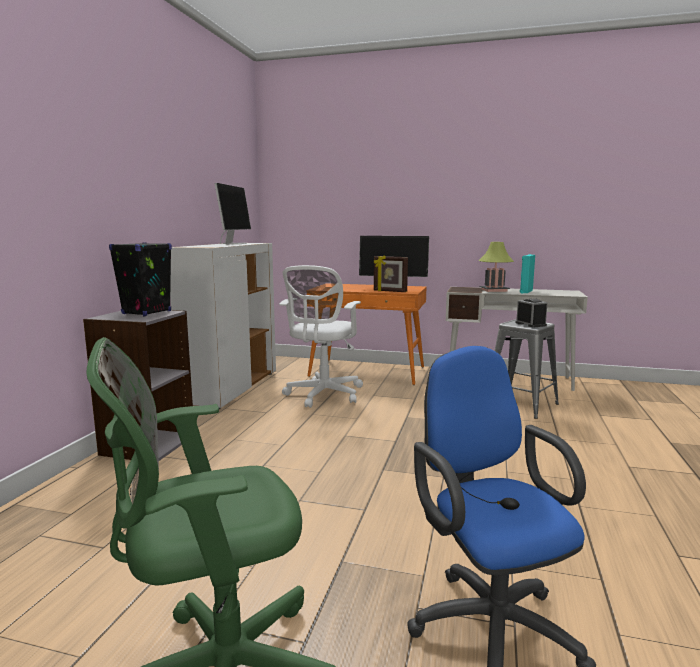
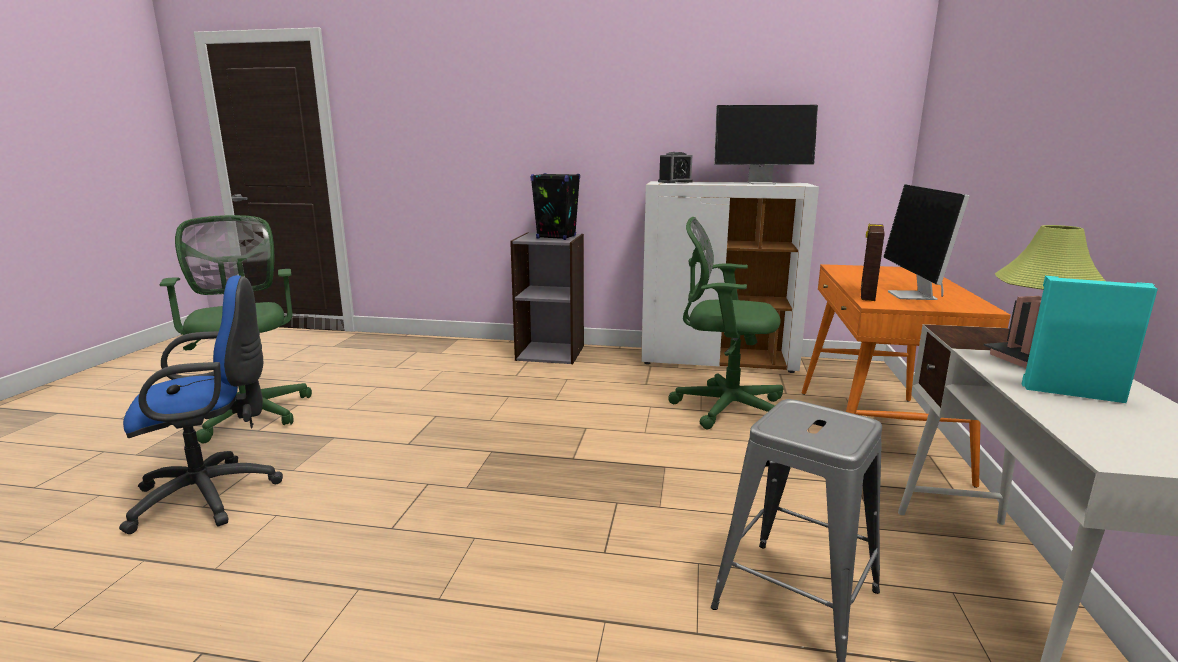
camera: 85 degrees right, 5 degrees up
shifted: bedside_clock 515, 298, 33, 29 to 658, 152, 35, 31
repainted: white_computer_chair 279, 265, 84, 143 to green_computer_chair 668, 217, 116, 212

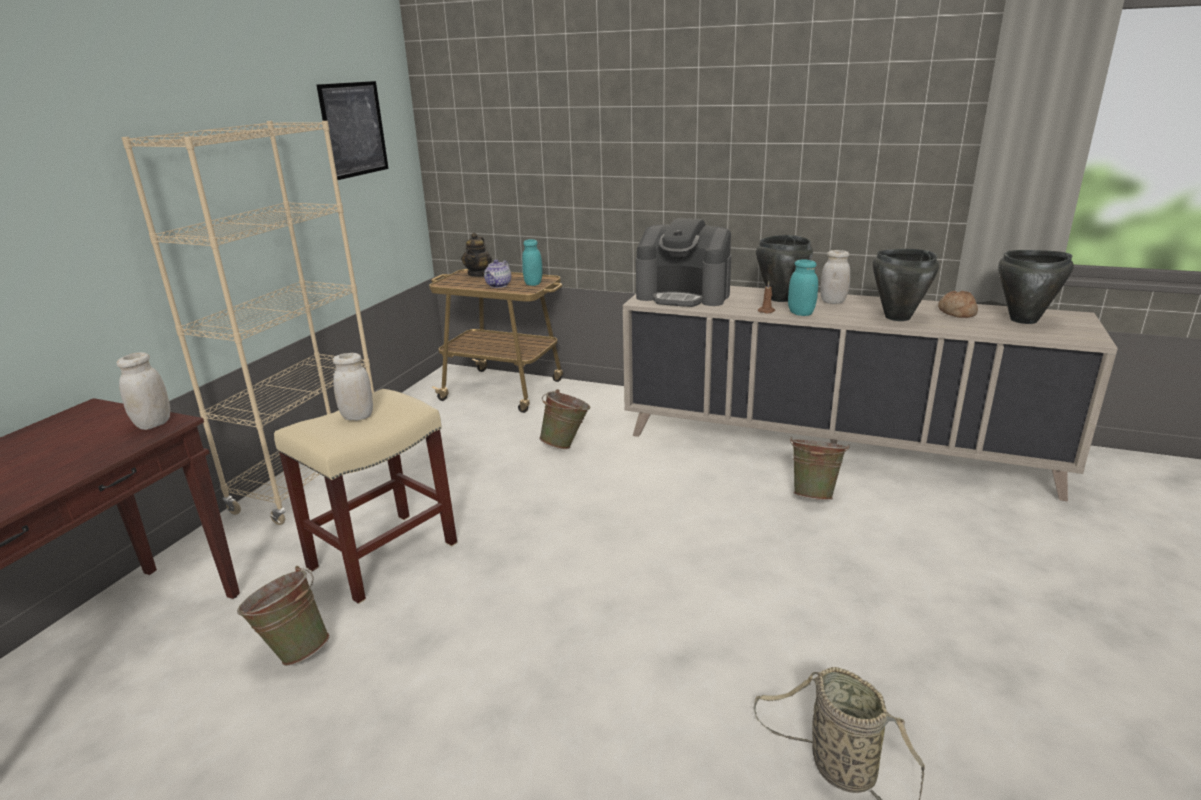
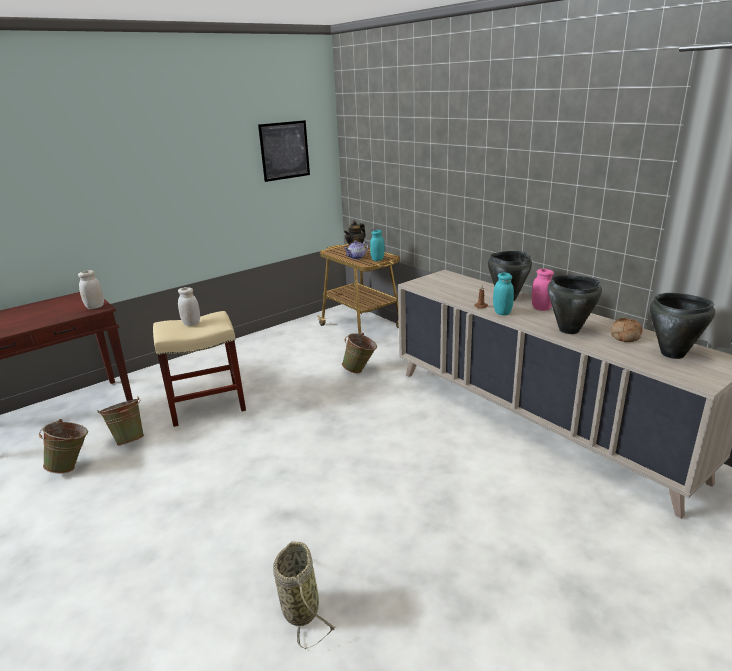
camera: 30 degrees right, 0 degrees up
gone: beige_shelving_unit 121, 121, 253, 404; coffee_brewer 636, 218, 96, 89
shifted: green_pail 790, 436, 59, 64 to 39, 419, 49, 54
repainted: white_jar 820, 250, 30, 54 to pink_jar 532, 269, 22, 42

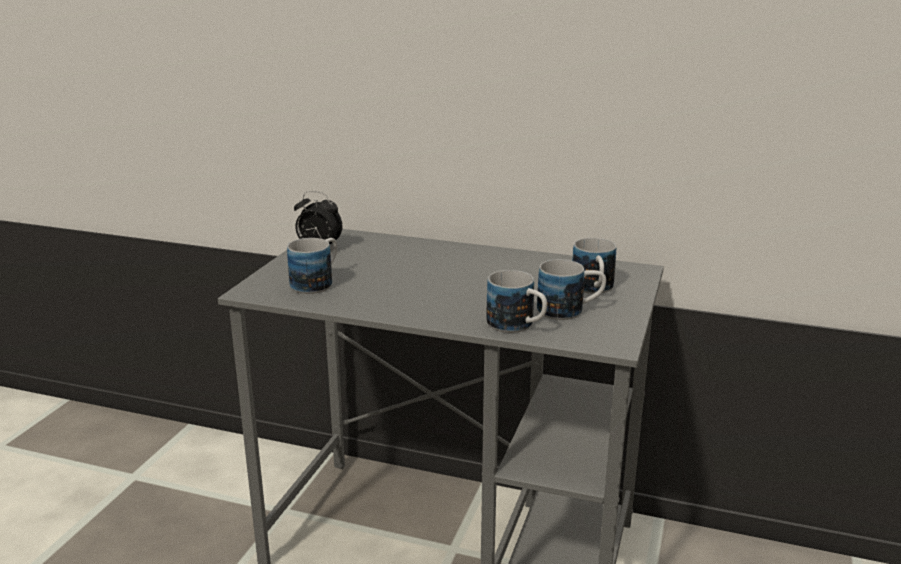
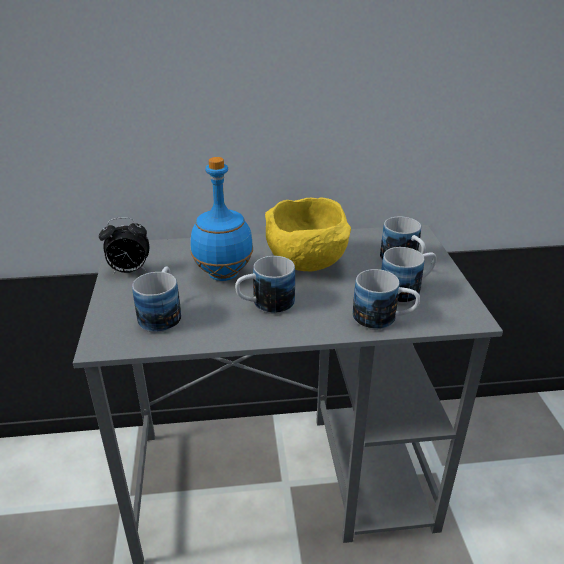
camera: 25 degrees left, 10 degrees up
new: blue-coloured_beverage_bottle 190, 157, 63, 124; yellow-coloured_bowl 265, 198, 86, 74; mug 235, 256, 60, 58

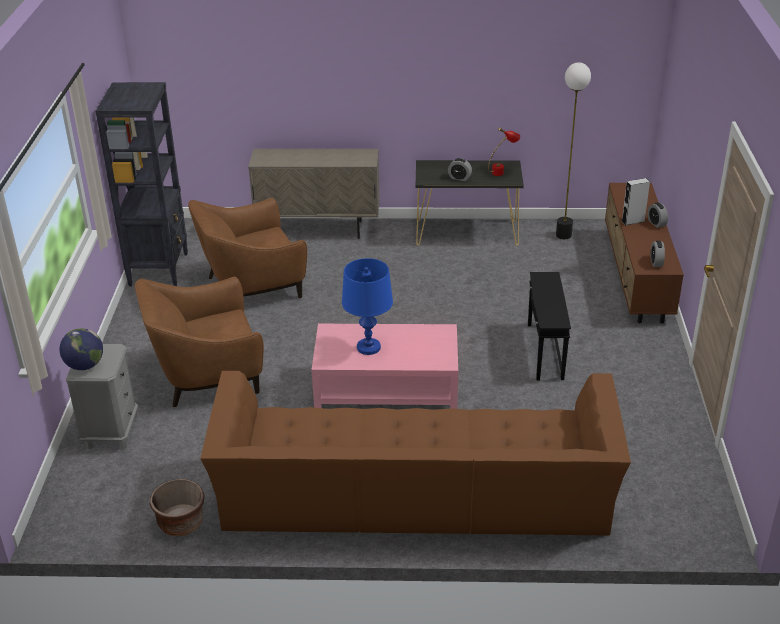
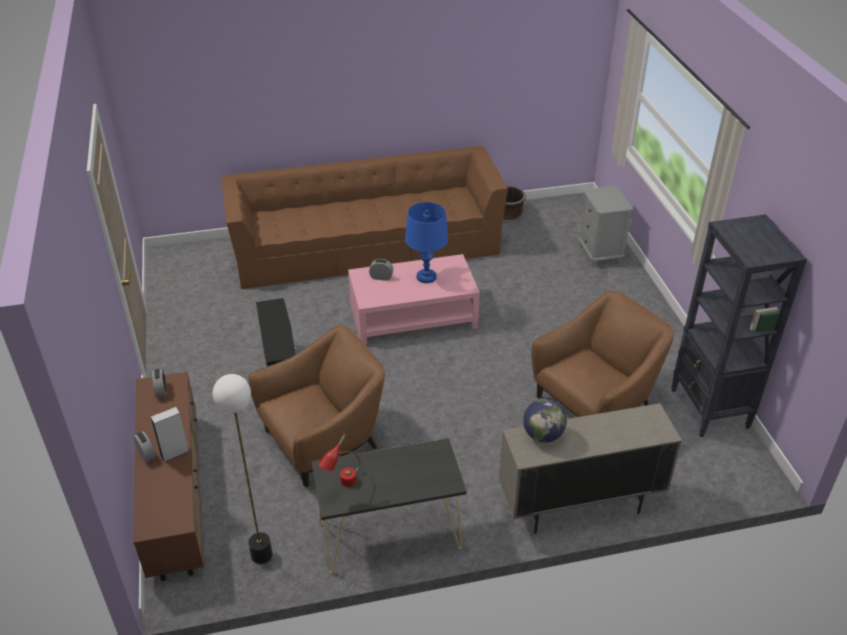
camera: 165 degrees right, 5 degrees up
shifted: bedside_clock 448, 158, 24, 23 to 369, 259, 24, 22; brown-coloured_lounge_chair 135, 277, 129, 130 to 248, 325, 137, 162; desk_globe 59, 328, 44, 42 to 523, 399, 44, 44

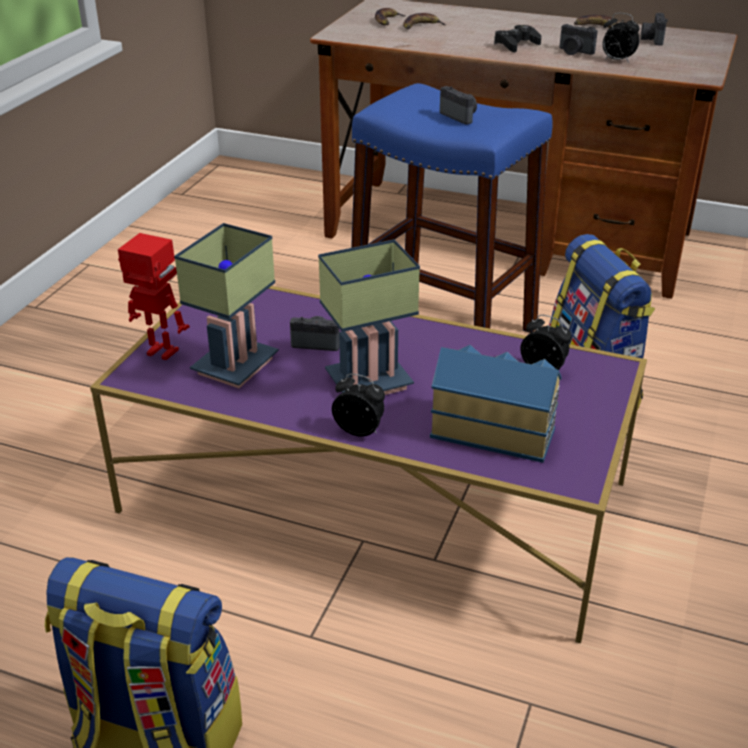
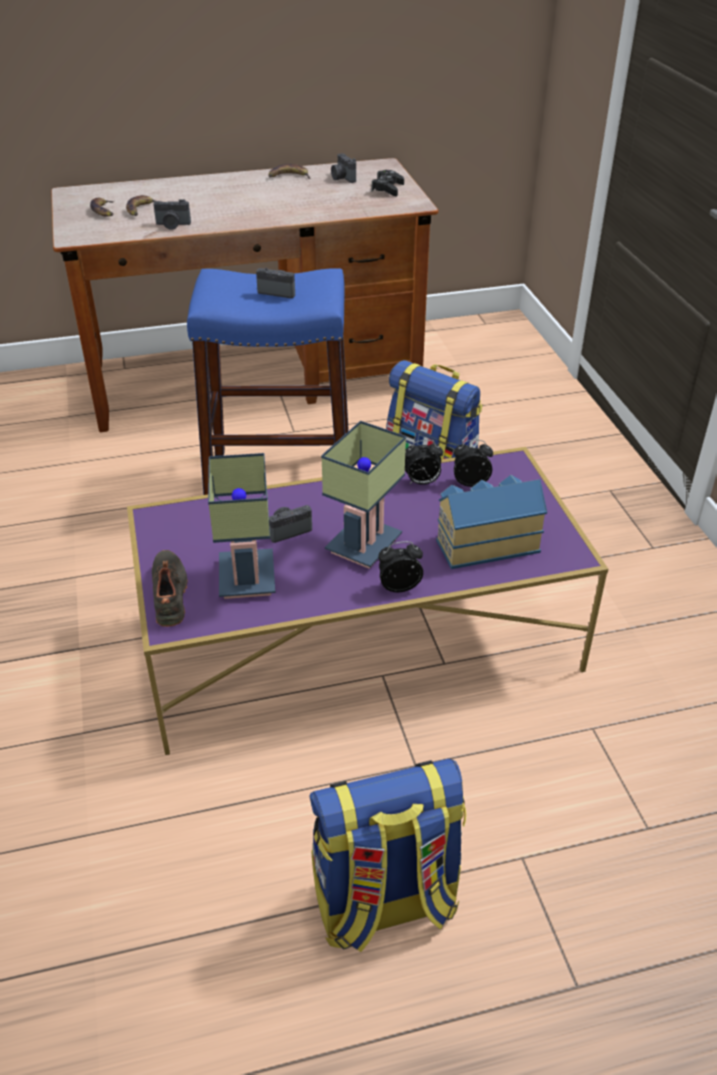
camera: 35 degrees left, 5 degrees up
shifted: bedside_clock 602, 13, 38, 50 to 405, 440, 38, 45; still_camera 559, 24, 39, 31 to 154, 199, 37, 31; black-coloured_joypad 494, 25, 47, 27 to 371, 170, 33, 26
swapped: toy_robot 118, 233, 72, 127 to black-coloured_item_of_footwear 152, 550, 36, 77

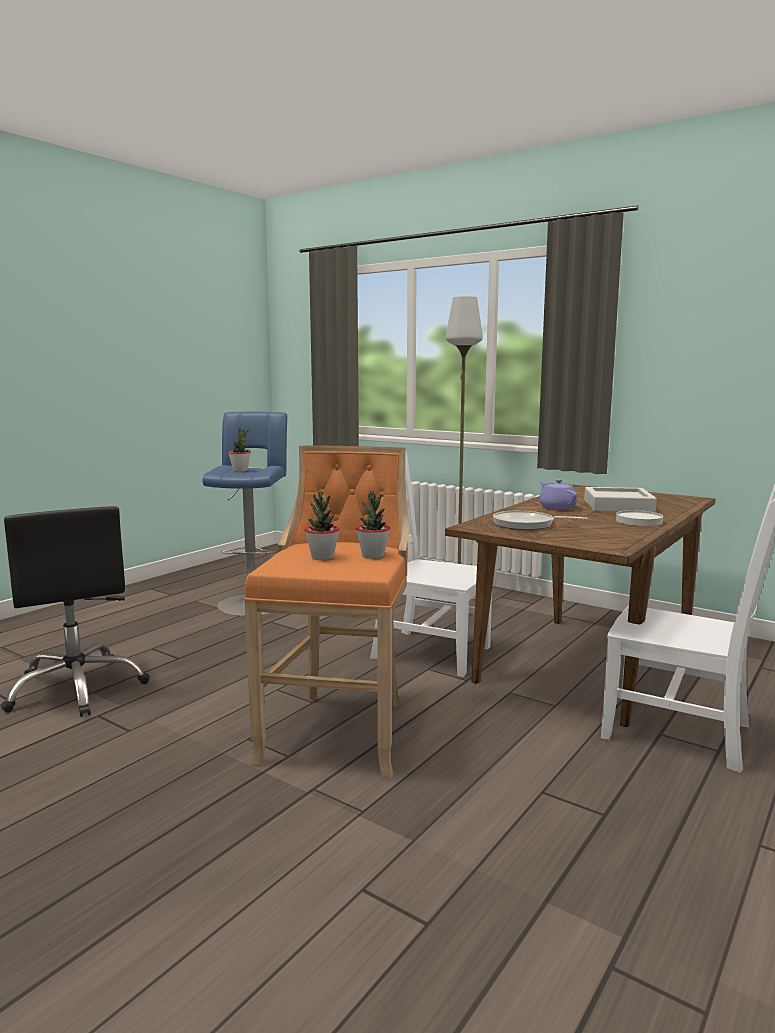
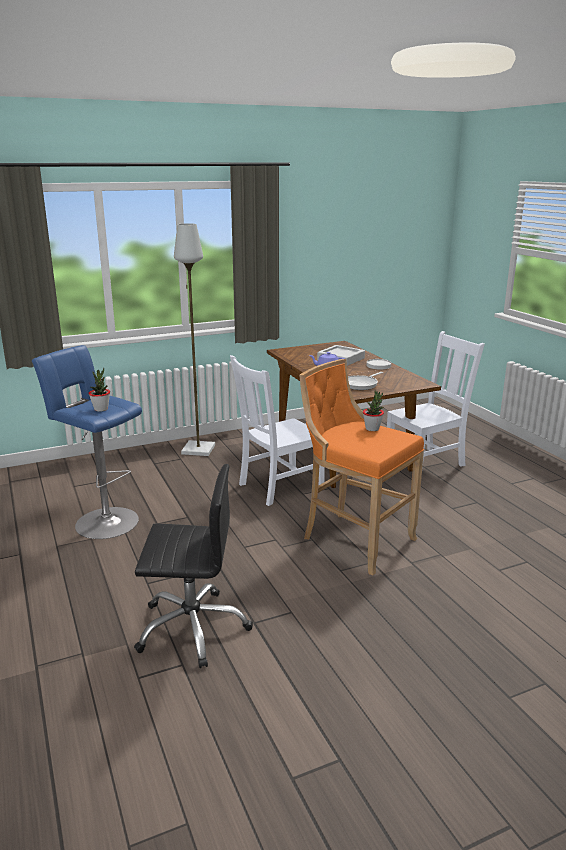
camera: 60 degrees left, 10 degrees up
gone: plant_in_a_pot 305, 492, 35, 68

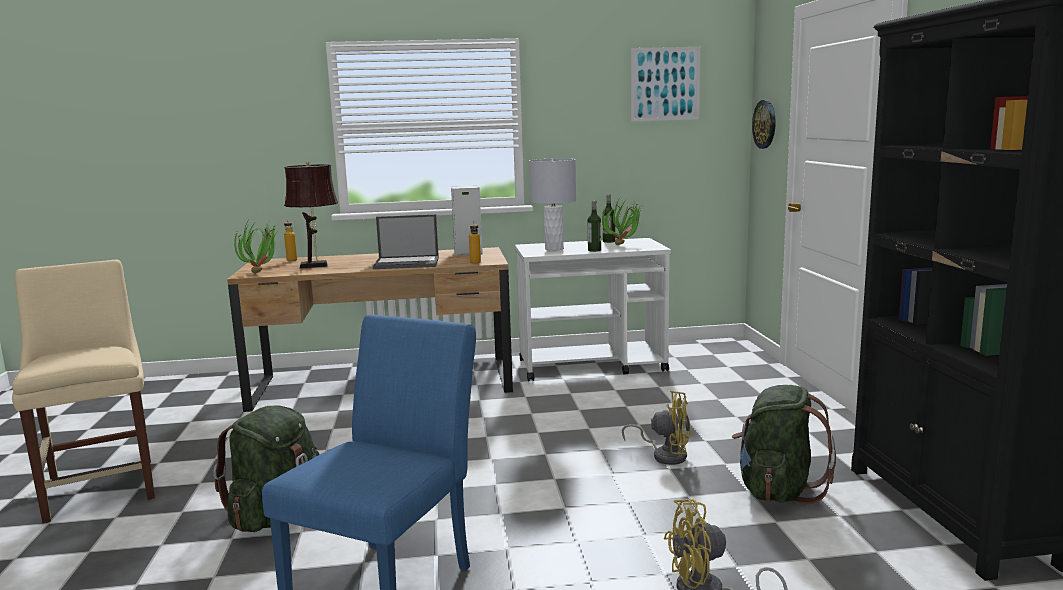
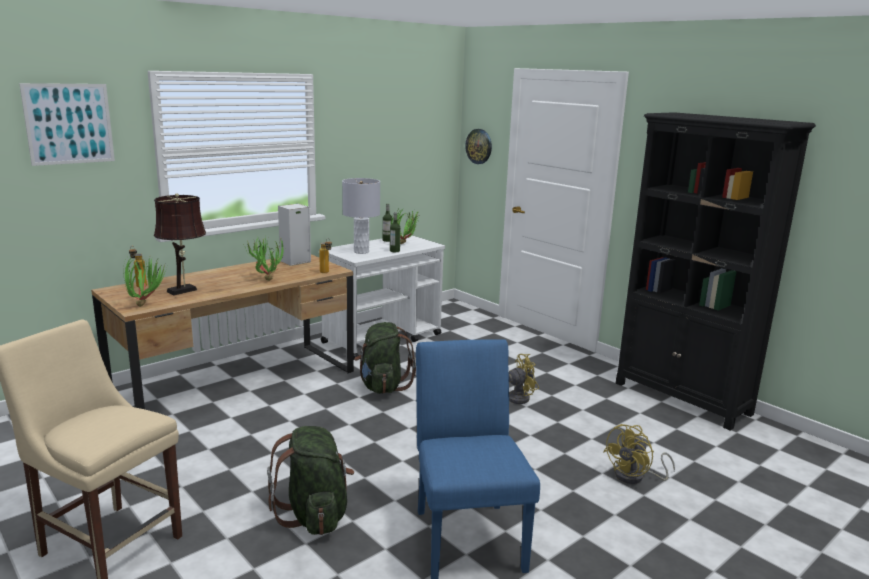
camera: 35 degrees left, 5 degrees up
shifted: wall_art 631, 47, 69, 75 to 19, 83, 96, 83; green_knapsack 732, 385, 104, 119 to 354, 322, 62, 72
swapped: portable_computer 373, 214, 66, 55 to plant_in_a_pot 245, 235, 41, 46

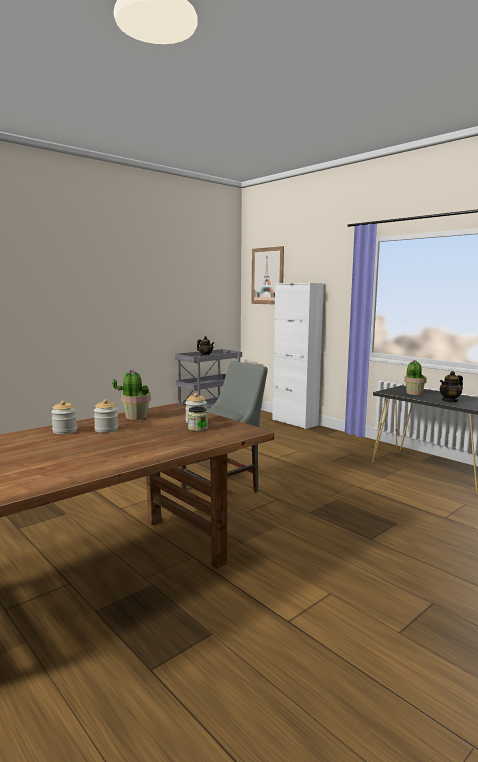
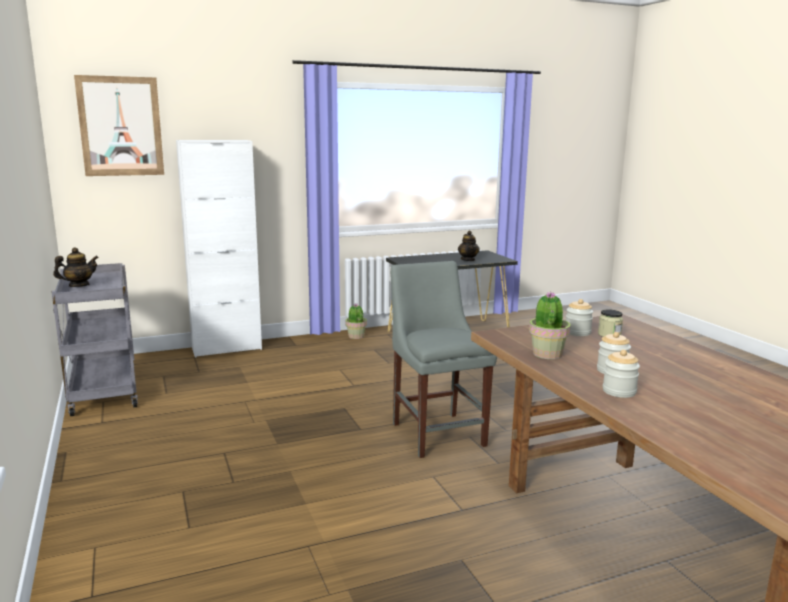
camera: 70 degrees left, 5 degrees up
shifted: plant_in_a_pot 404, 360, 23, 35 to 346, 303, 21, 36

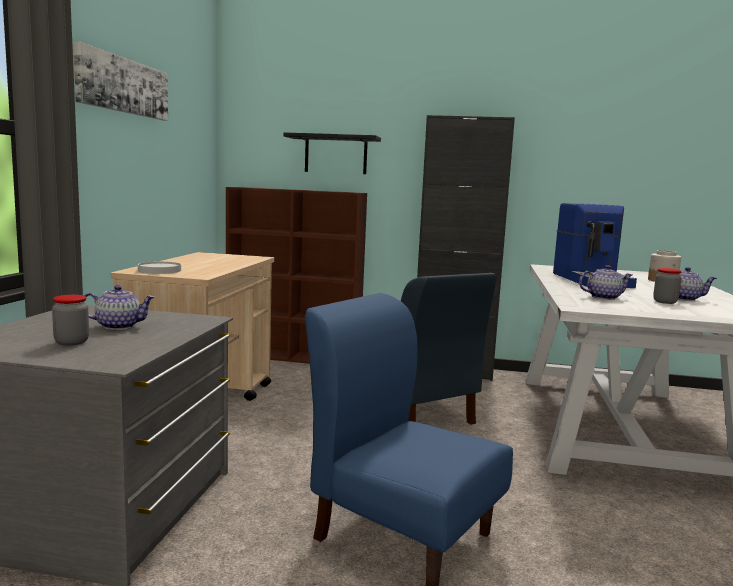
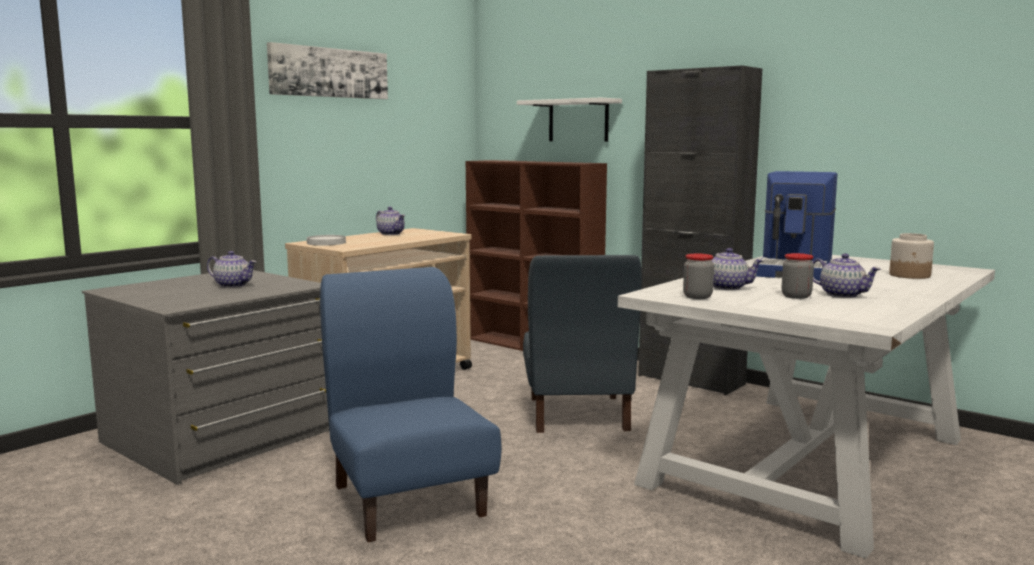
camera: 30 degrees right, 0 degrees up
new: teapot 376, 207, 29, 28
shifted: jar 52, 295, 37, 51 to 683, 253, 31, 46
repainted: black-coloured_bracket_shelf 283, 132, 98, 42 to white_bracket_shelf 517, 98, 105, 44

